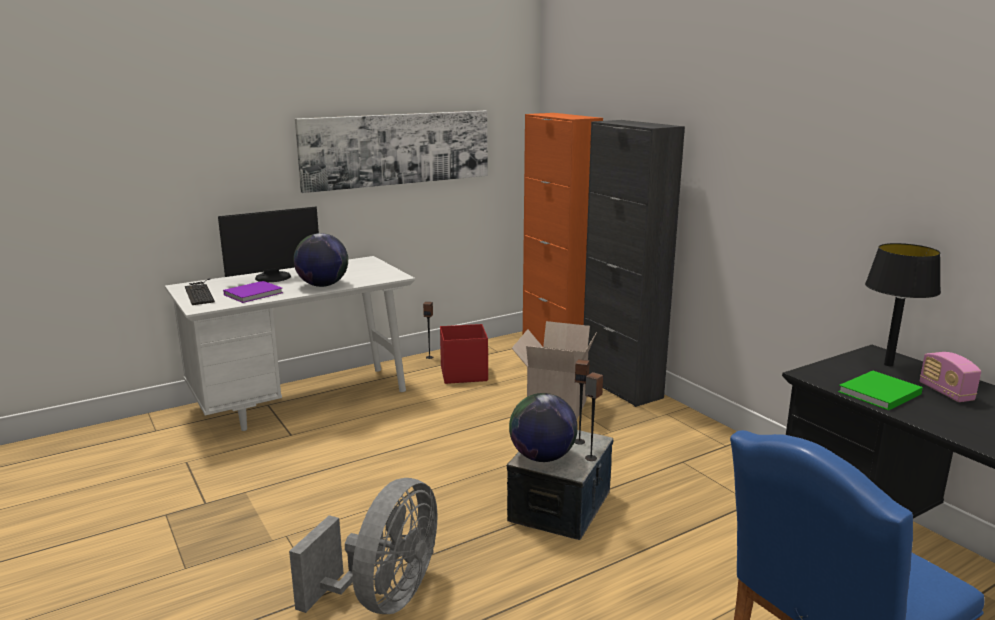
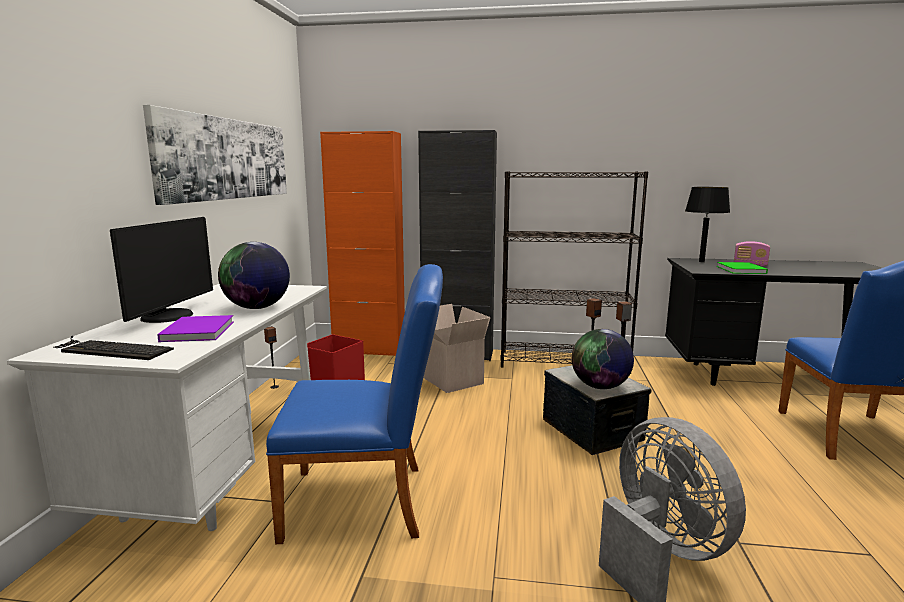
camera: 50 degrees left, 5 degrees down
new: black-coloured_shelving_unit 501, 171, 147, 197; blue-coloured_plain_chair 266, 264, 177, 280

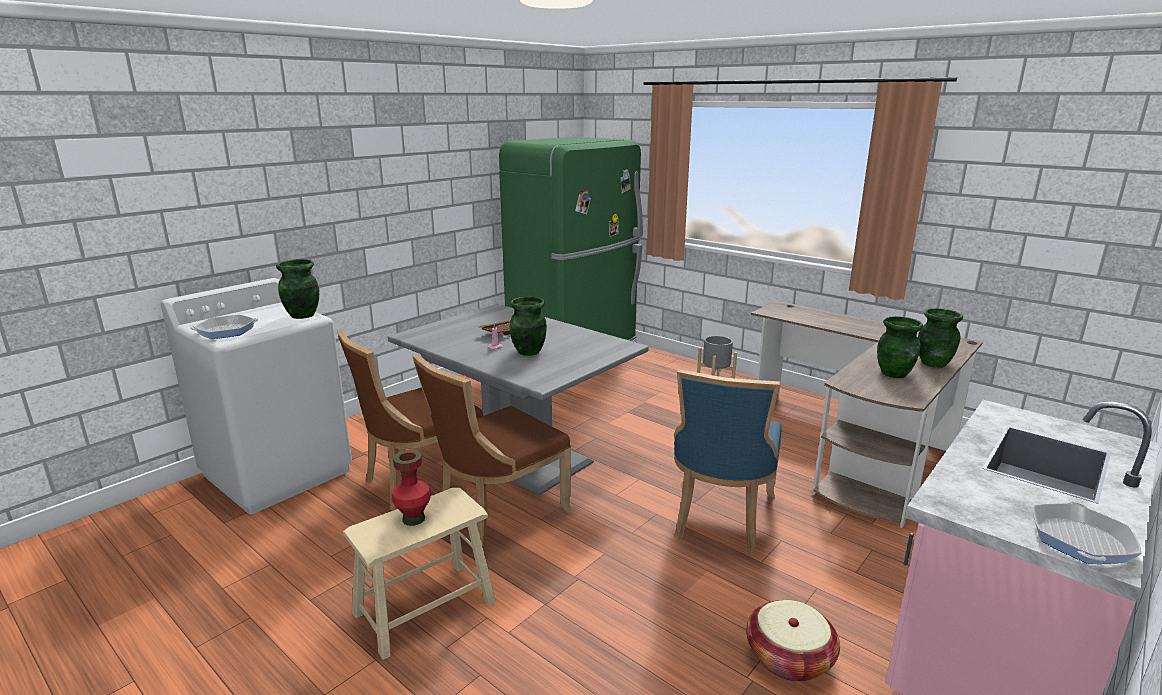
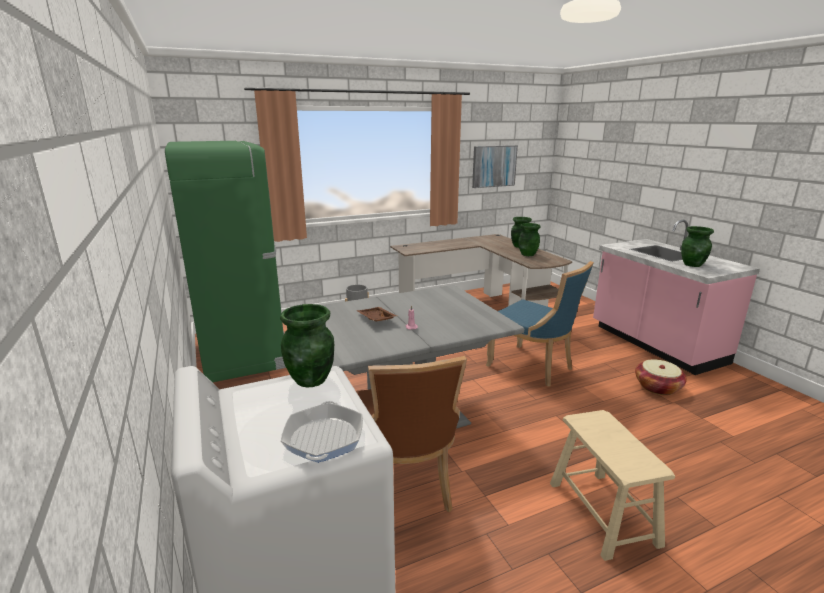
camera: 65 degrees left, 0 degrees up
gone: brown-coloured_plain_chair 412, 354, 160, 197; reddish_flower_vase 392, 450, 39, 76; frying_pan 1033, 501, 109, 63
new: wall_art 472, 145, 46, 43
shifted: green_flower_vase 510, 297, 37, 59 to 681, 226, 33, 41

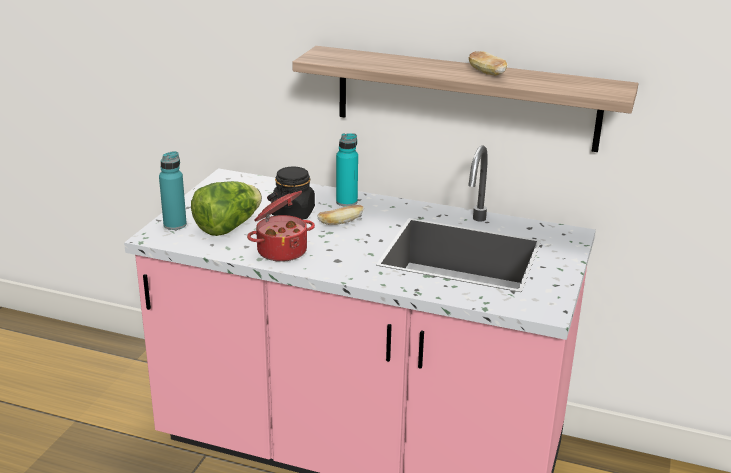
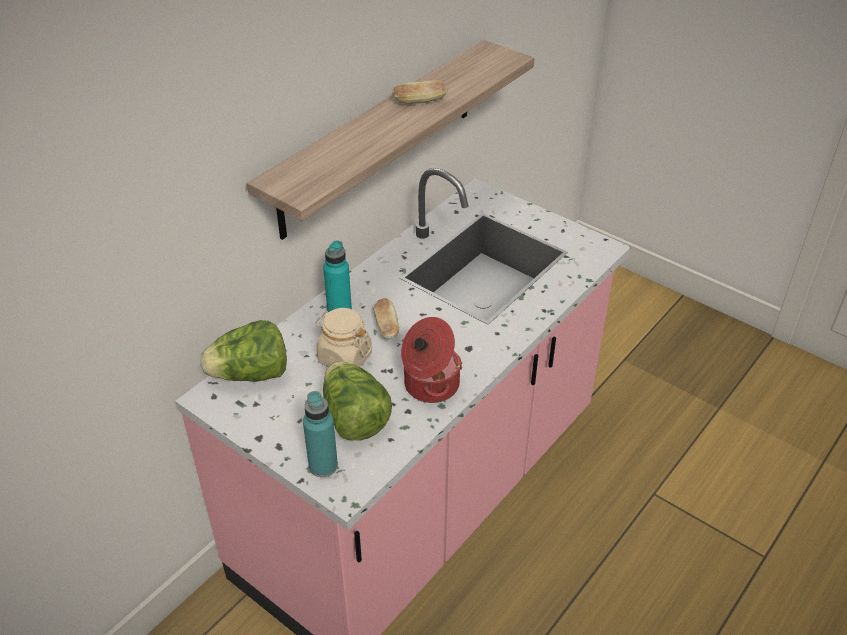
camera: 70 degrees left, 15 degrees up
new: lettuce 200, 320, 87, 62
repainted: black-coloured_jar 271, 166, 44, 54 to beige_jar 315, 308, 57, 59

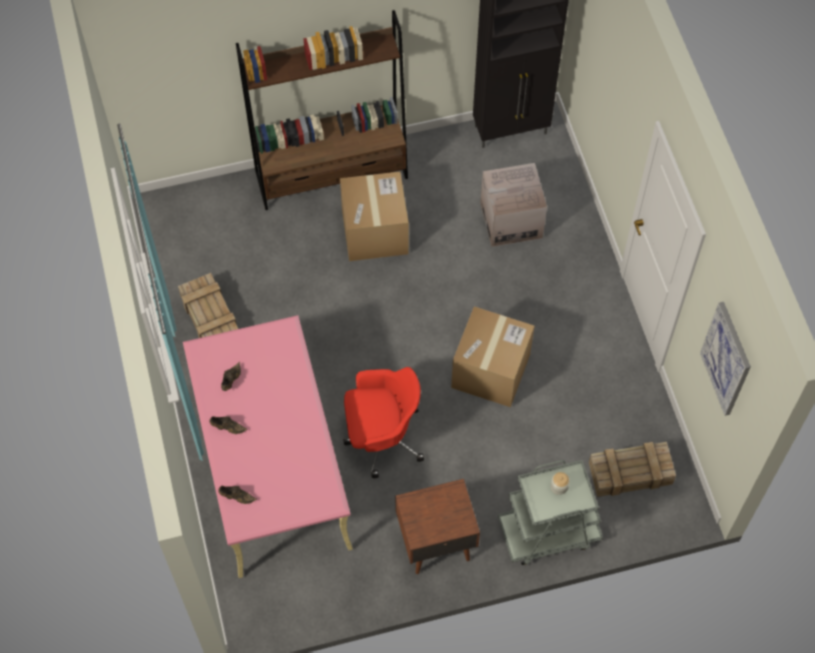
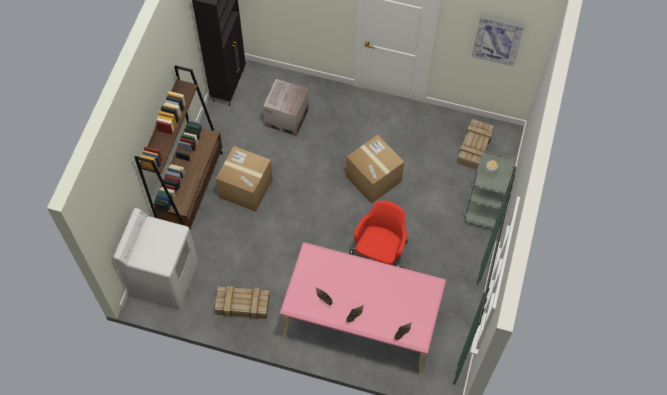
camera: 60 degrees left, 0 degrees up
gone: brown-coloured_bedside_table 395, 479, 85, 95
new: white_washing_machine 113, 208, 85, 100

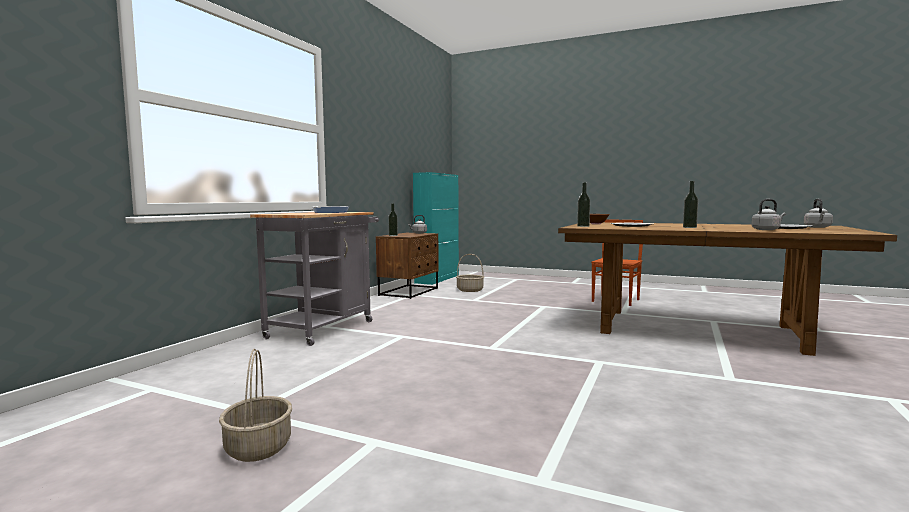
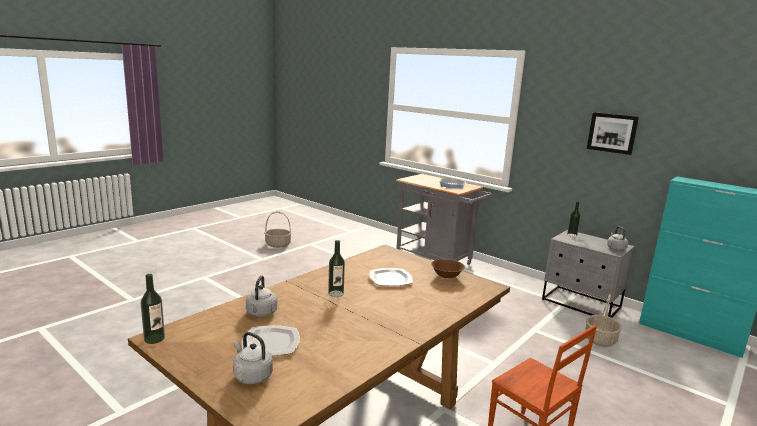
camera: 105 degrees right, 10 degrees up
new: wall_art 587, 112, 52, 43
shifted: beverage_bottle 577, 182, 13, 45 to 141, 274, 24, 70
repainted: brown-coloured_bedside_table 376, 233, 63, 66 to greyish_bedside_table 542, 230, 93, 88

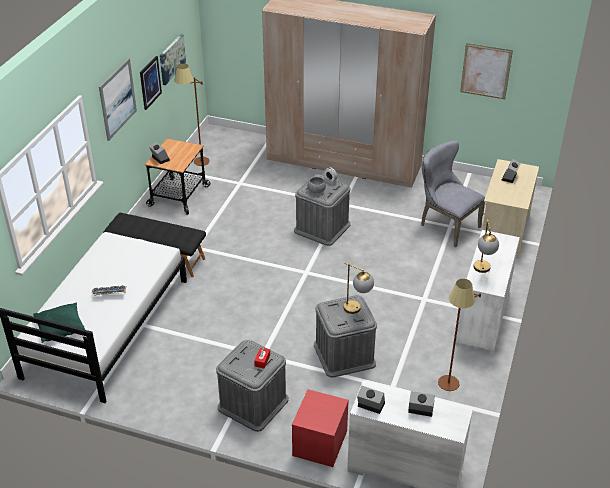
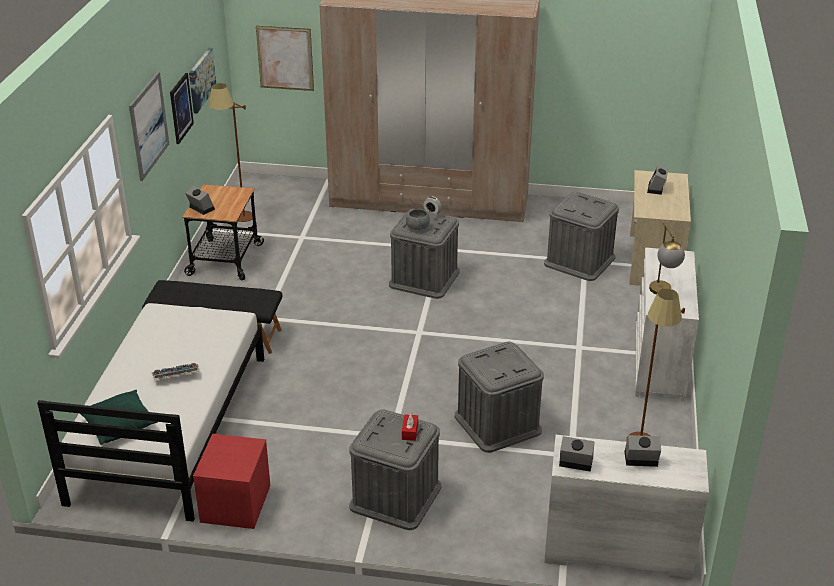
camera: 10 degrees left, 5 degrees down
gone: tabletop_lamp 344, 262, 30, 52
shifted: wall_art 460, 43, 53, 56 to 256, 26, 58, 65; reddish_bedside_table 292, 389, 57, 78 to 193, 434, 77, 95
swapped: greyish_plain_chair 421, 141, 64, 106 to greyish_storage_container 544, 192, 75, 89

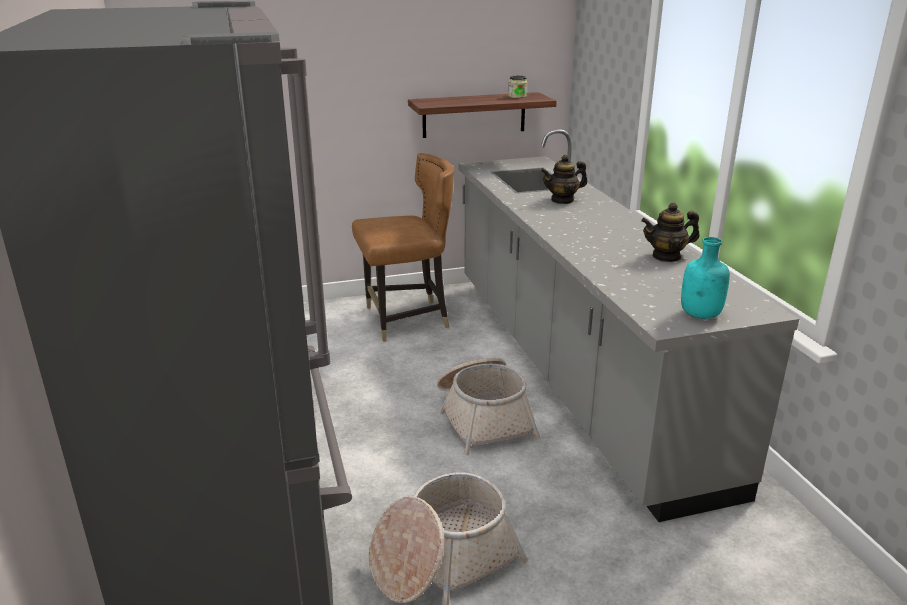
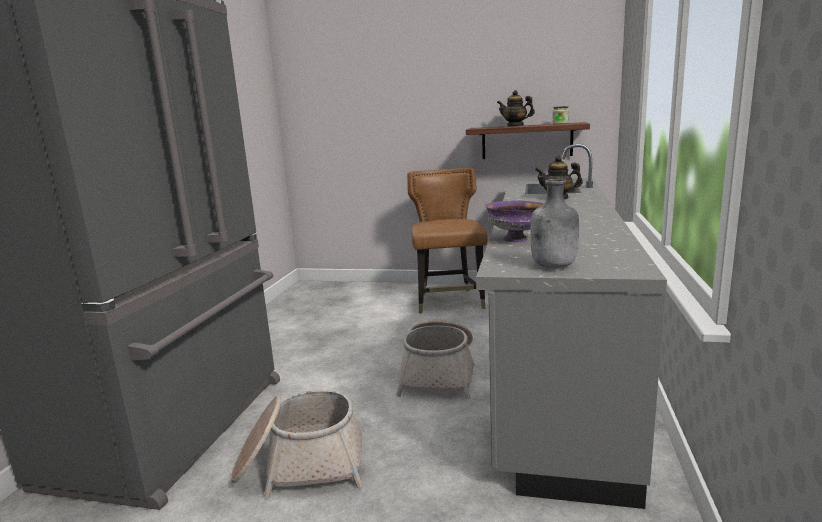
camera: 30 degrees right, 10 degrees down
new: purple-coloured_bowl 485, 200, 59, 42
shifted: teapot 641, 203, 59, 59 to 497, 90, 38, 37
repainted: blue-green_beverage_bottle 681, 237, 49, 82 to greyish_beverage_bottle 531, 179, 48, 89
rotated: brown-coloured_plain_chair 352, 153, 102, 189 = 407, 168, 81, 146 105 degrees counterclockwise

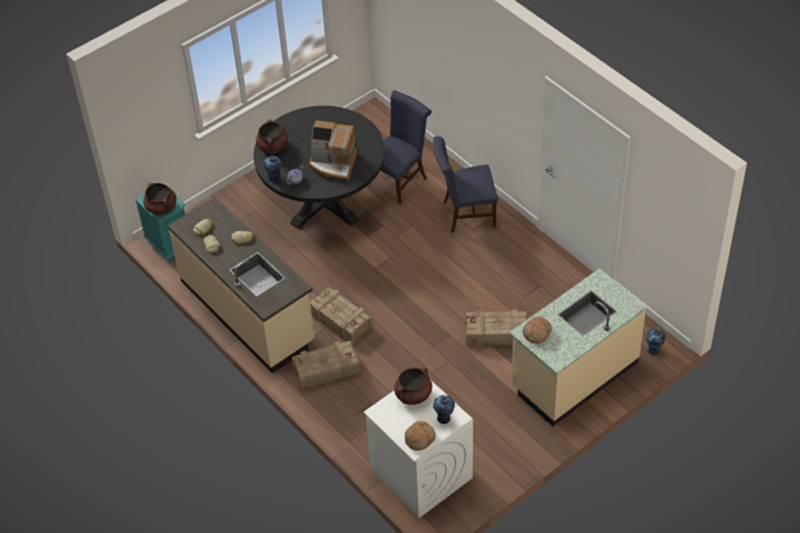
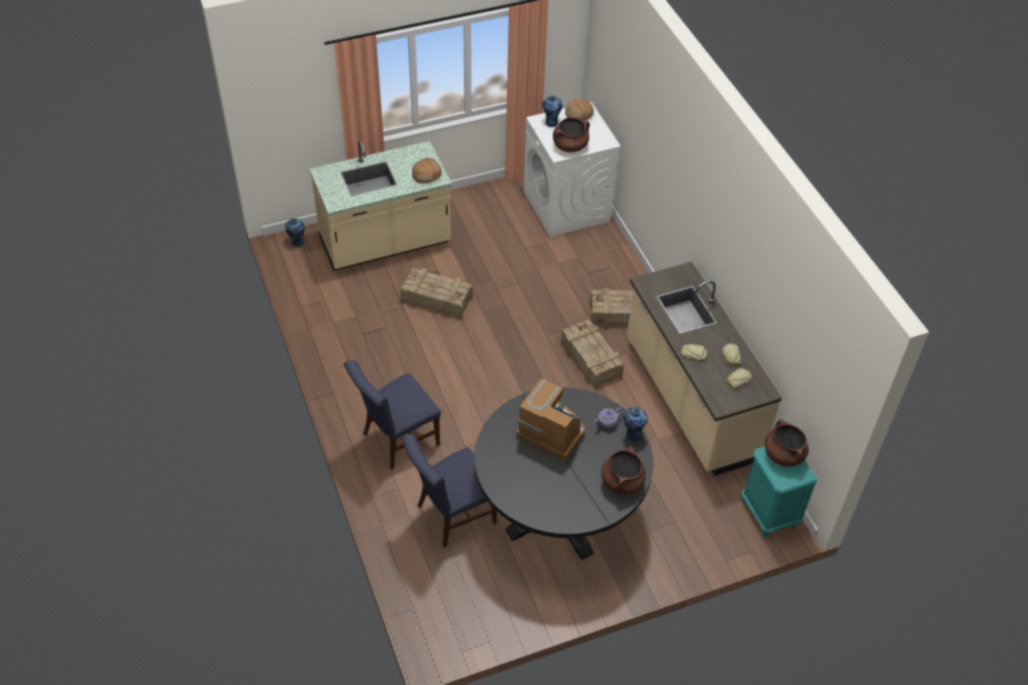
camera: 165 degrees left, 0 degrees up
rotated: blue-coloured_plain_chair 433, 136, 65, 97 = 344, 360, 97, 109 135 degrees clockwise

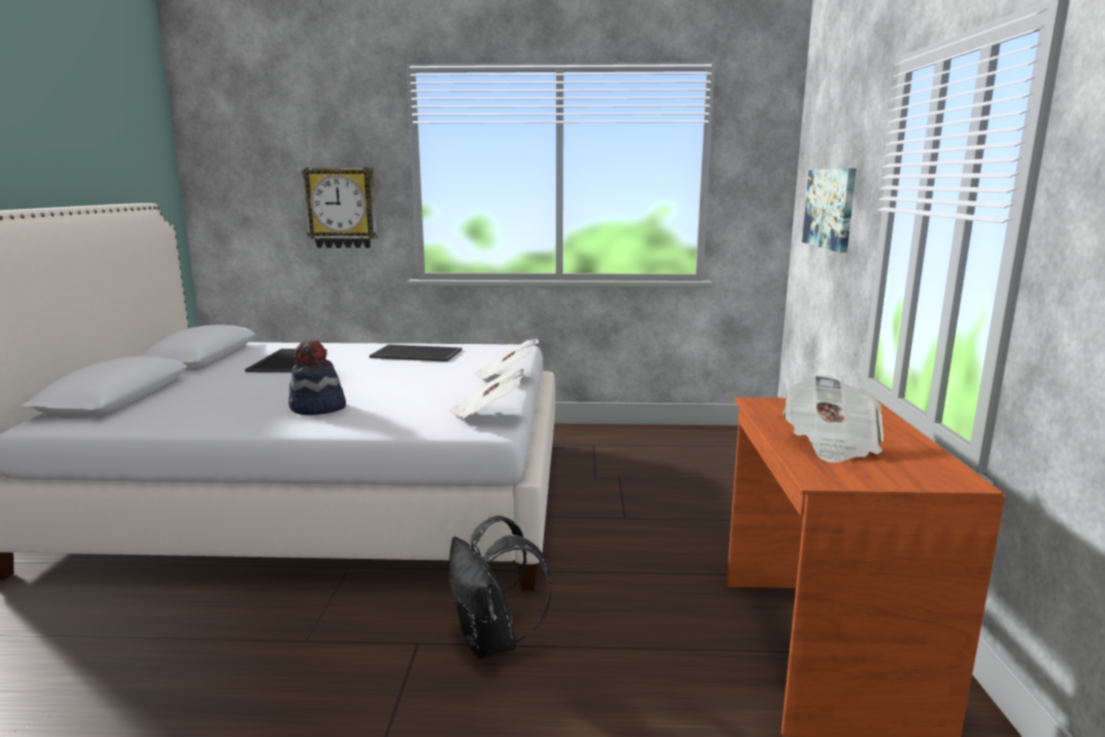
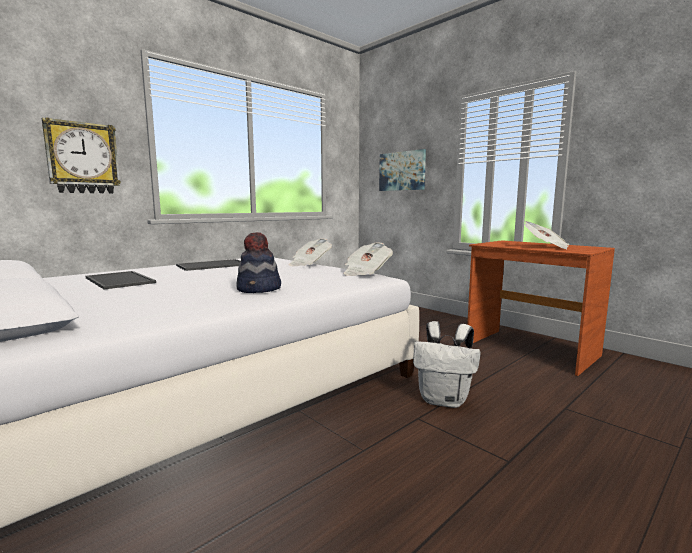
camera: 45 degrees left, 5 degrees down
repainted: black-coloured_knapsack 449, 516, 103, 143 to white_knapsack 413, 321, 68, 87

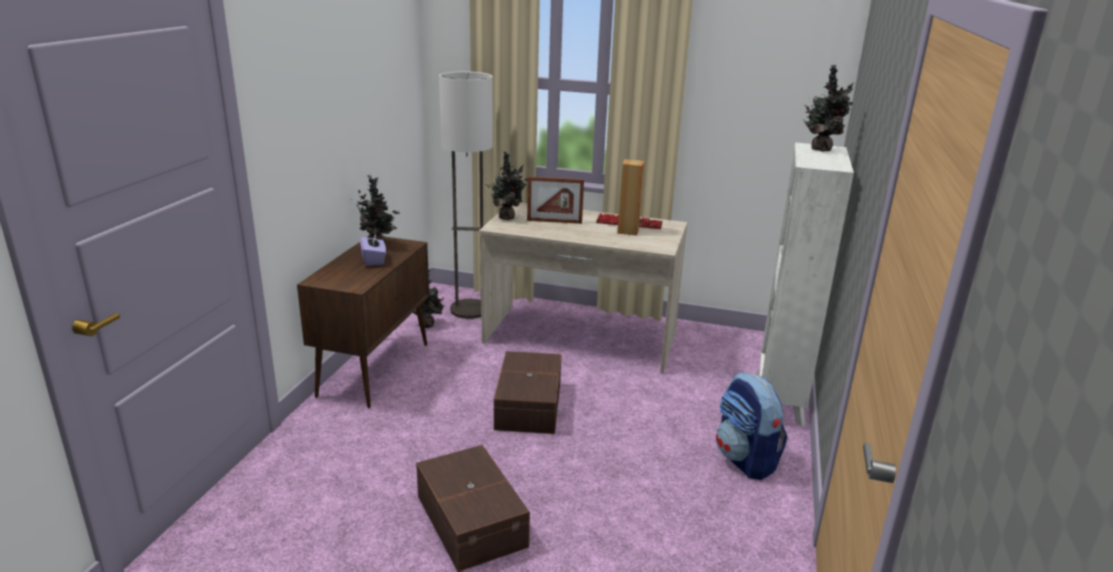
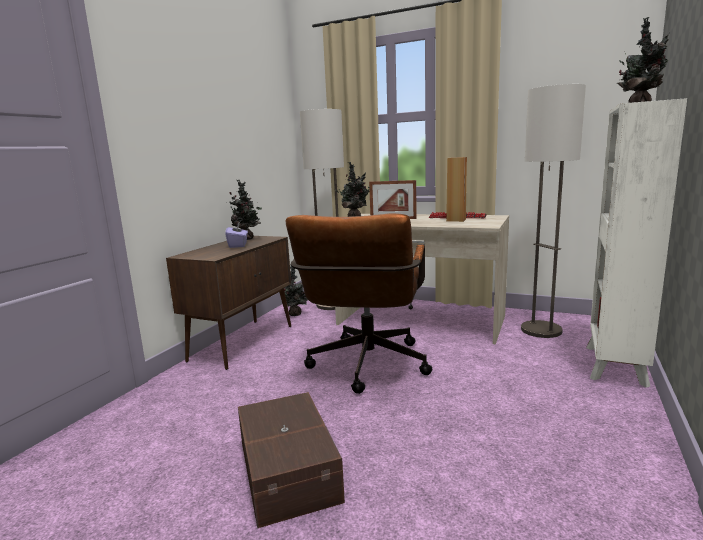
camera: 10 degrees right, 10 degrees down
gone: knapsack 716, 372, 72, 108
new: floor_lamp 521, 84, 65, 254
swapped: brown-coloured_storage_container 494, 351, 67, 83 to brown-coloured_computer_chair 286, 213, 146, 181

